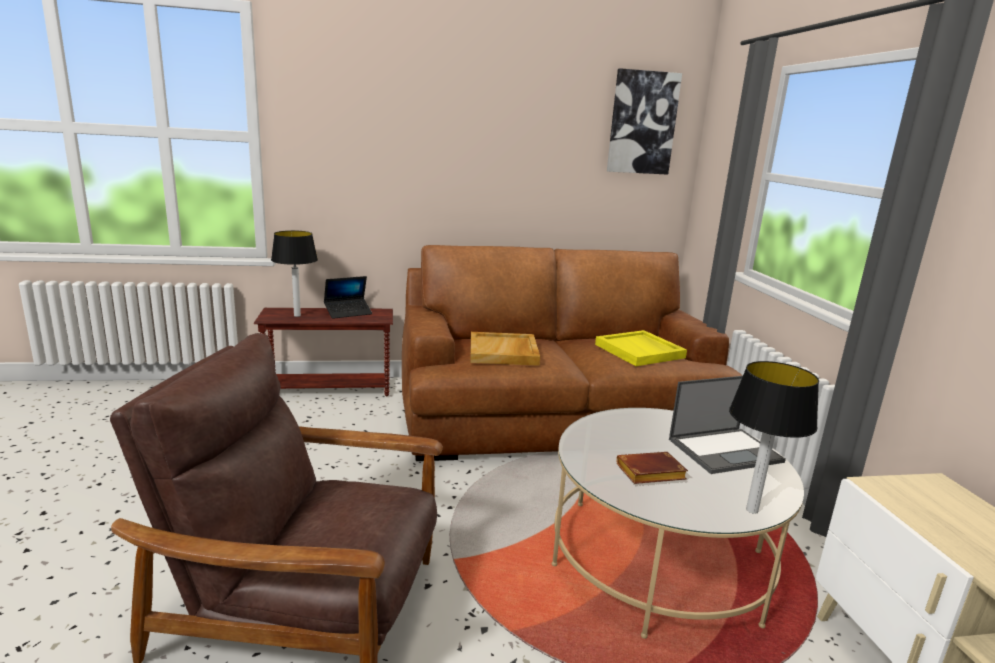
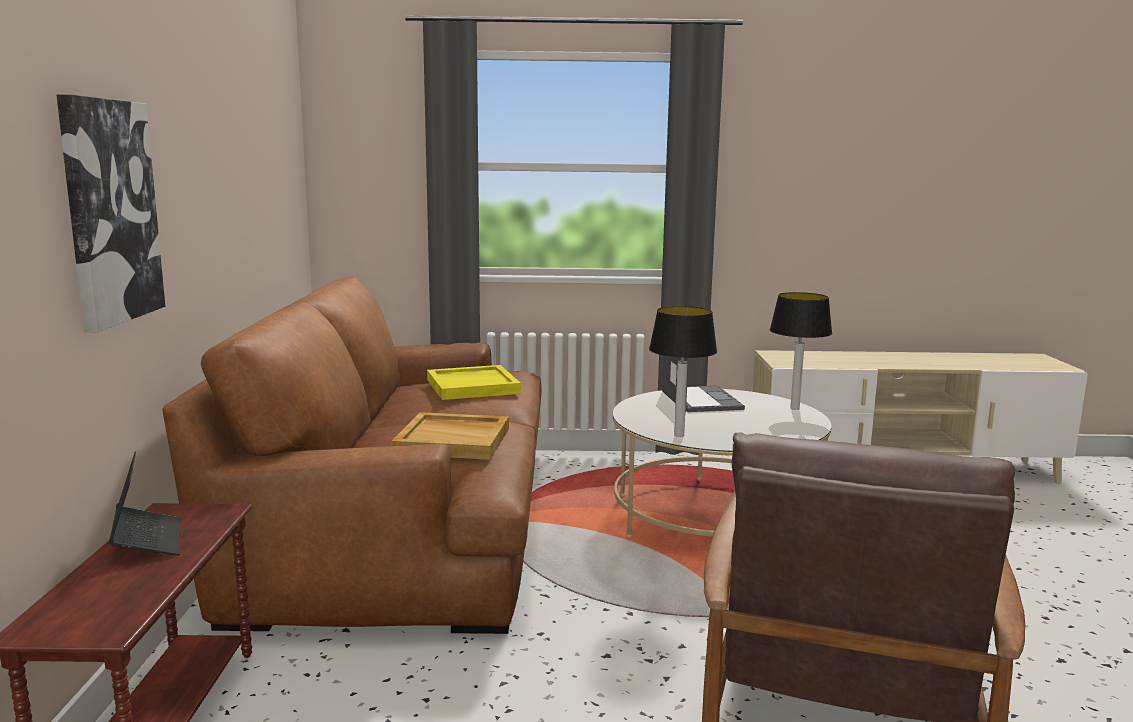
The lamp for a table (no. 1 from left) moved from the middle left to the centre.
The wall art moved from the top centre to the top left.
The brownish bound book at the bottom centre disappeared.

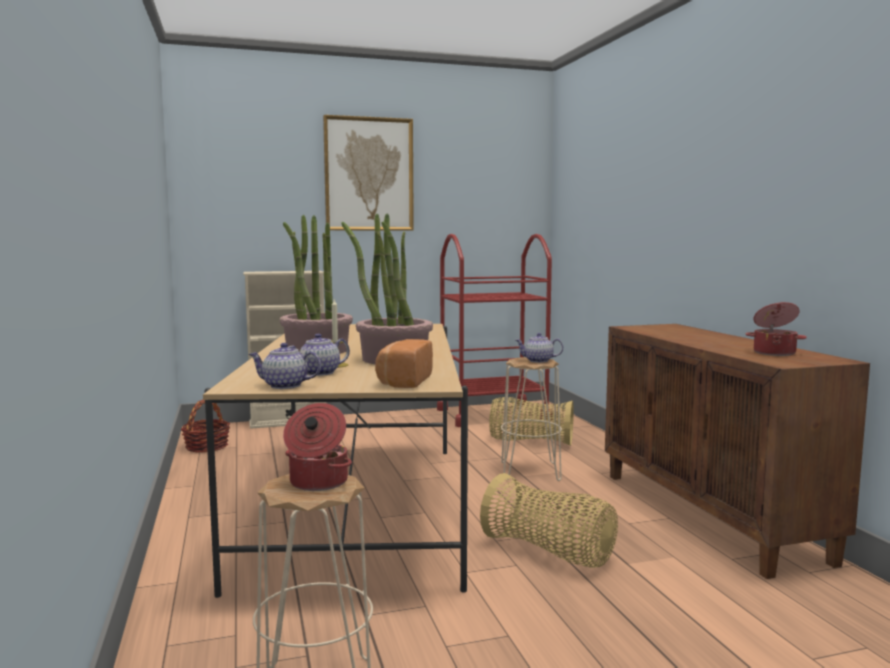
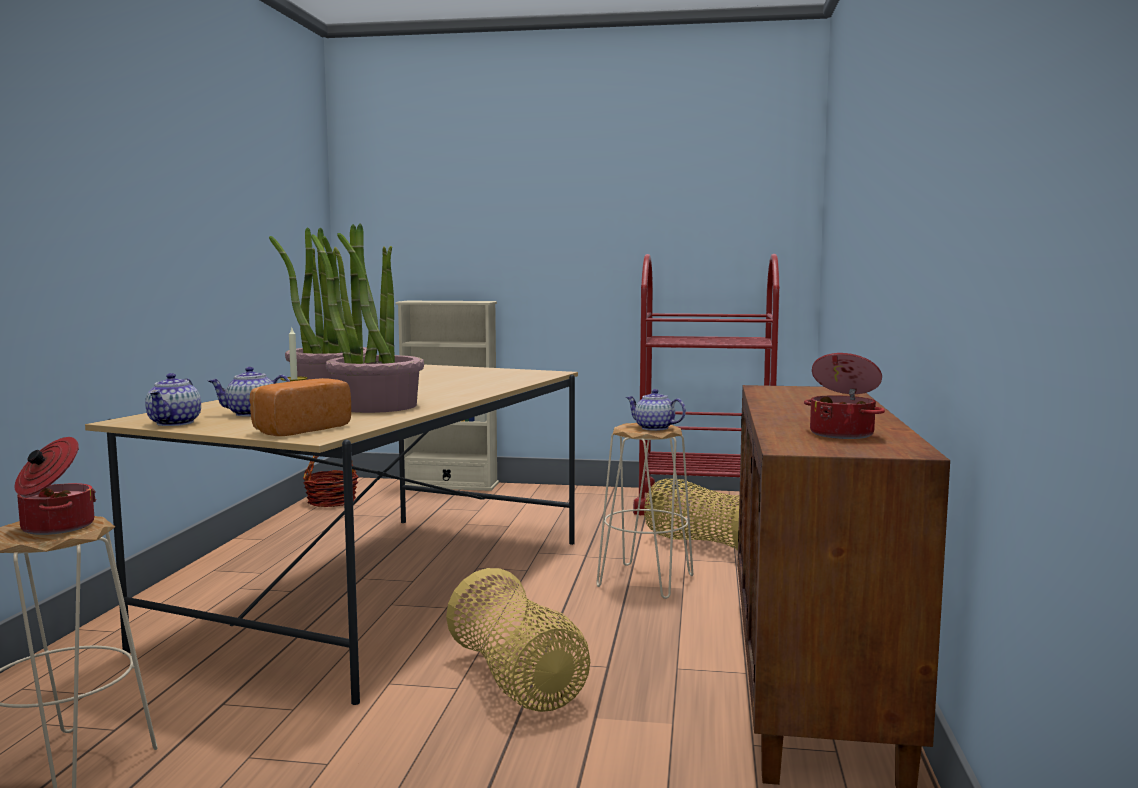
The tea pot (no. 1 from left) at the middle left turned 120 degrees counterclockwise.
The wall art at the top centre disappeared.

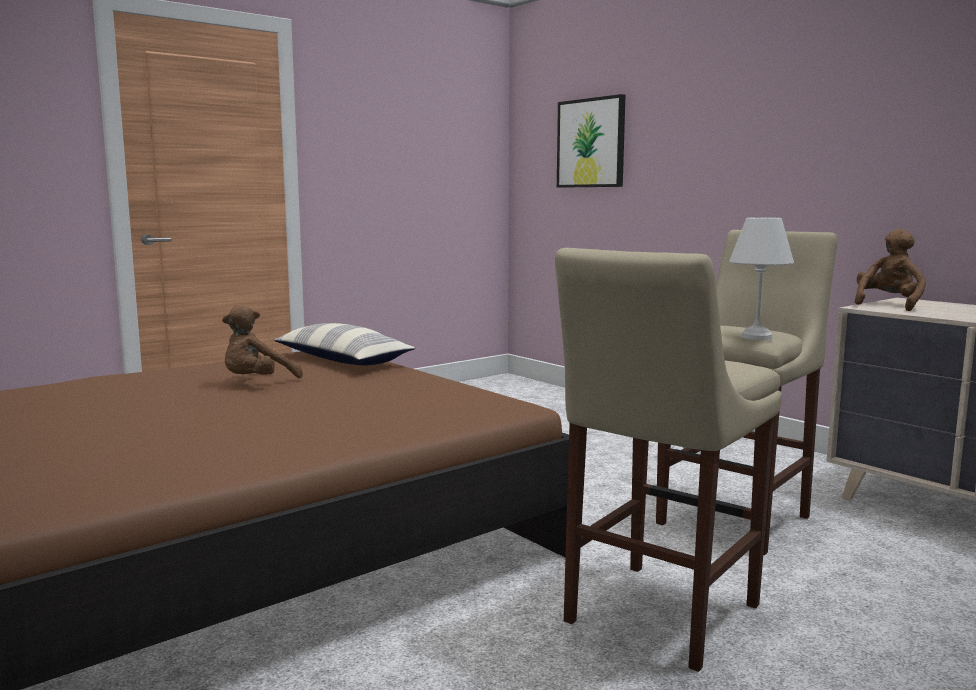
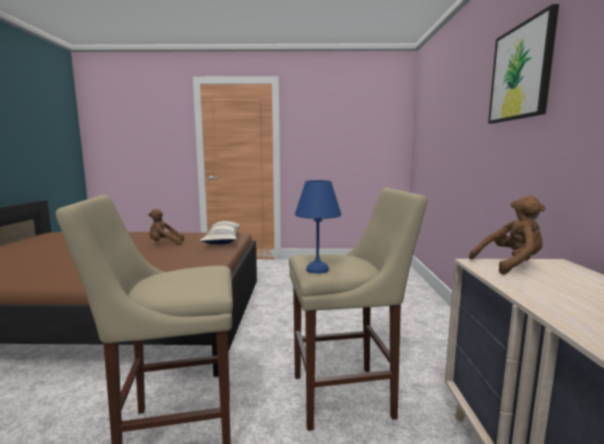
The wall art moved from the top centre to the top right.
The white-coloured lamp for a table at the middle right became the blue-coloured lamp for a table at the centre.

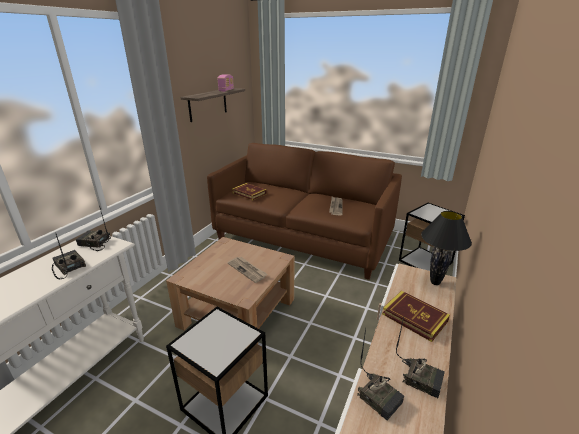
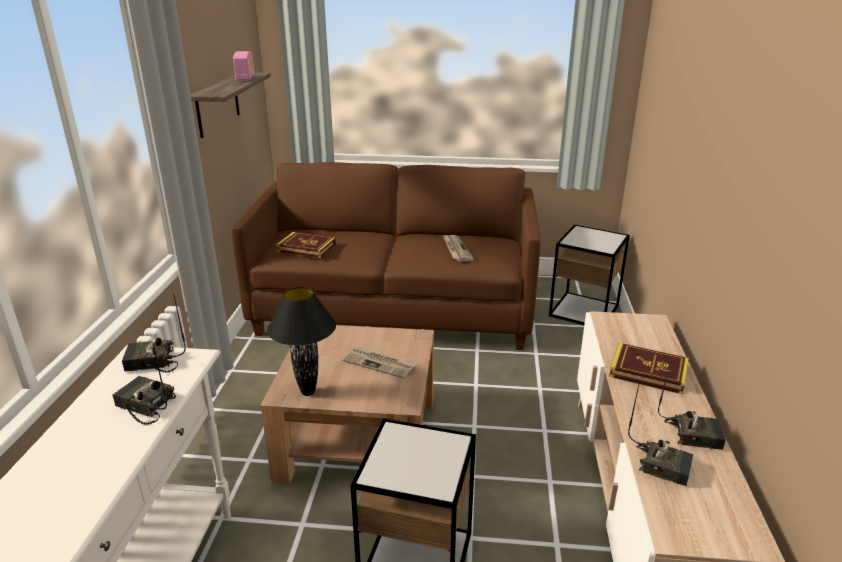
The blackish lamp for a table moved from the middle right to the centre.

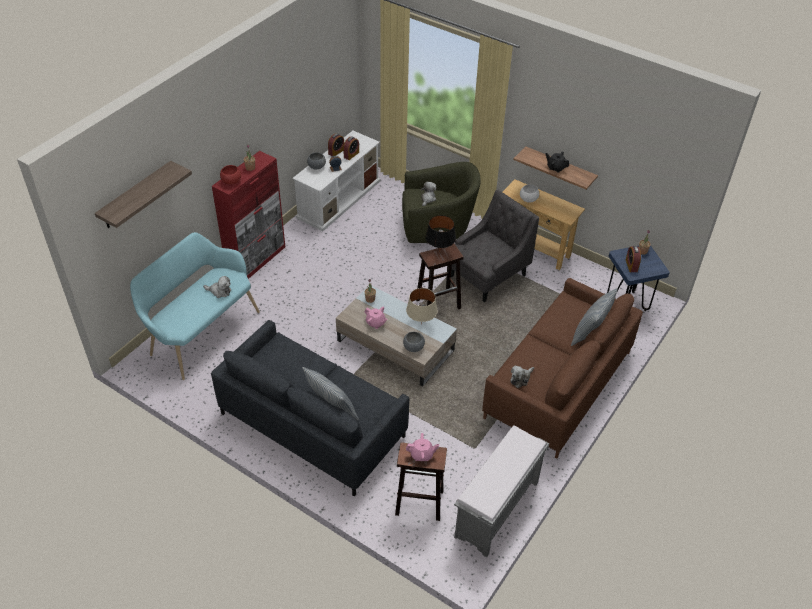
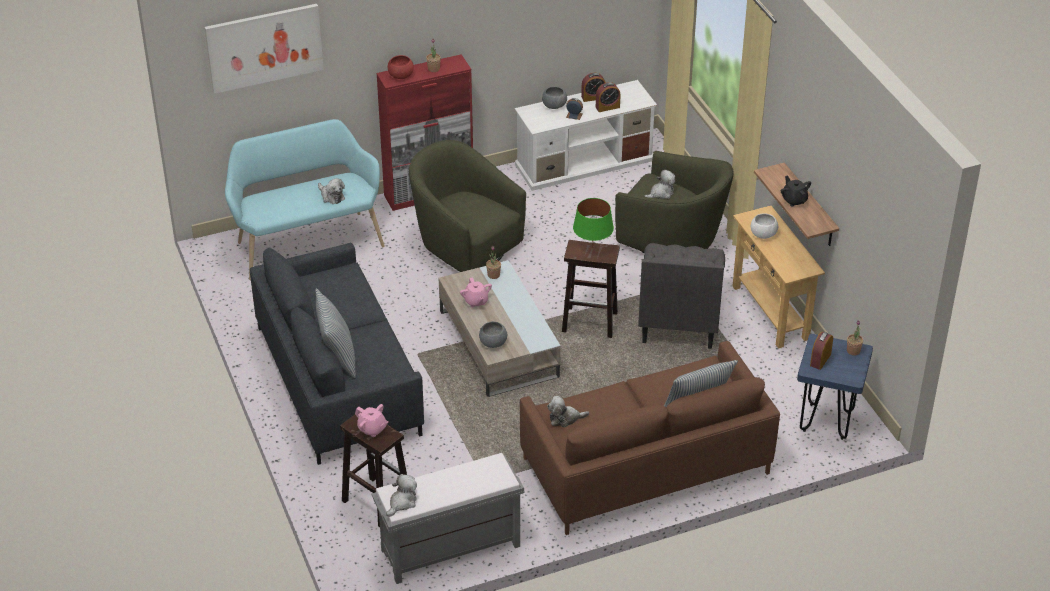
The bracket shelf (no. 1 from left) at the top left was replaced by the wall art at the top left.
The beige-coloured lamp for a table at the centre disappeared.
The blackish lamp for a table at the centre became the green lamp for a table at the centre.
The greyish armchair at the centre turned 105 degrees clockwise.
The plush toy (no. 2 from left) at the bottom centre appeared.
The green armchair (no. 1 from left) at the centre appeared.

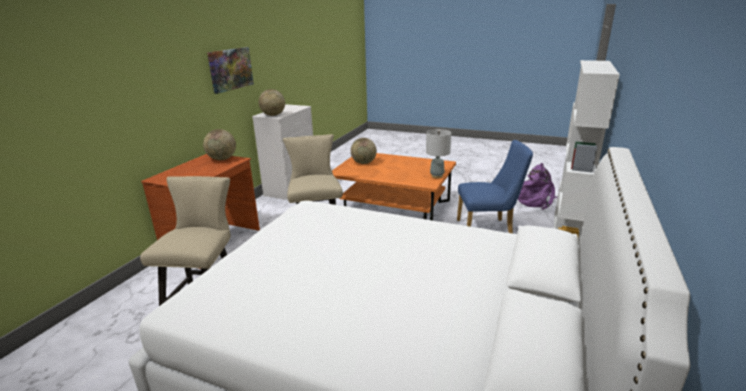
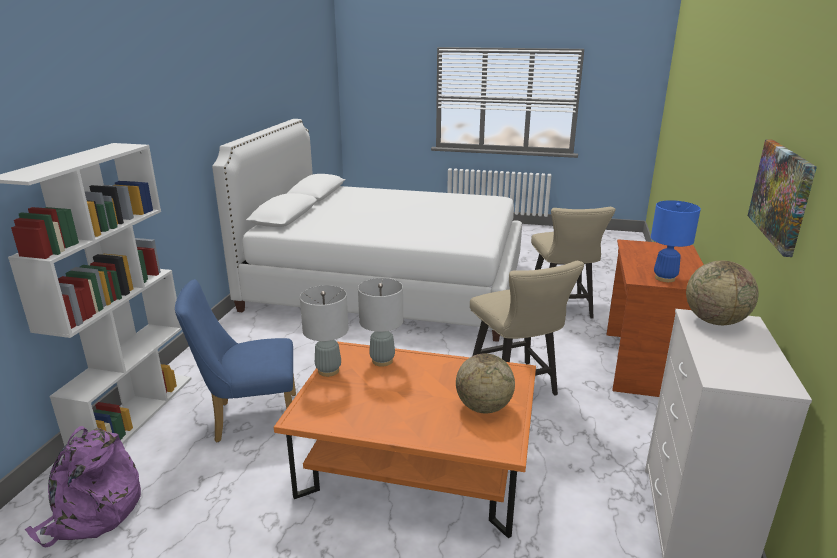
The desk globe (no. 1 from left) at the middle left was replaced by the blue-coloured lamp for a table at the middle right.
The greyish lamp for a table (no. 2 from left) at the centre appeared.

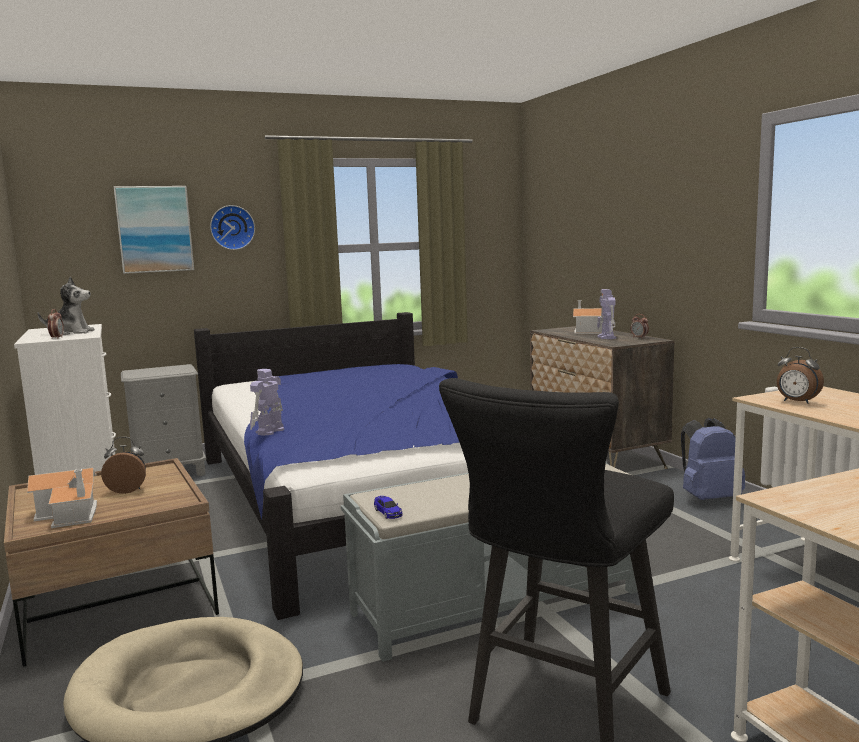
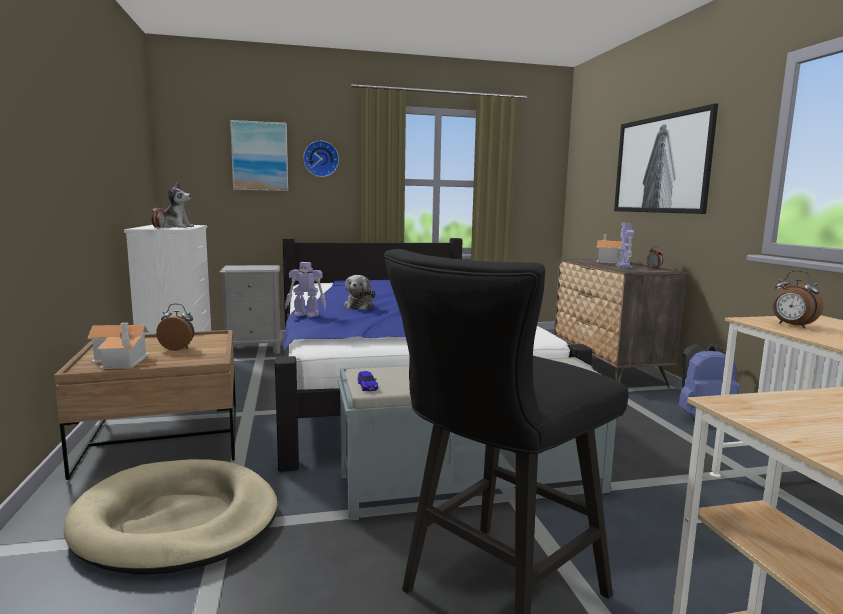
The model robot (no. 1 from left) at the middle left turned 120 degrees counterclockwise.
The plush toy (no. 2 from left) at the centre appeared.
The wall art (no. 2 from left) at the top right appeared.

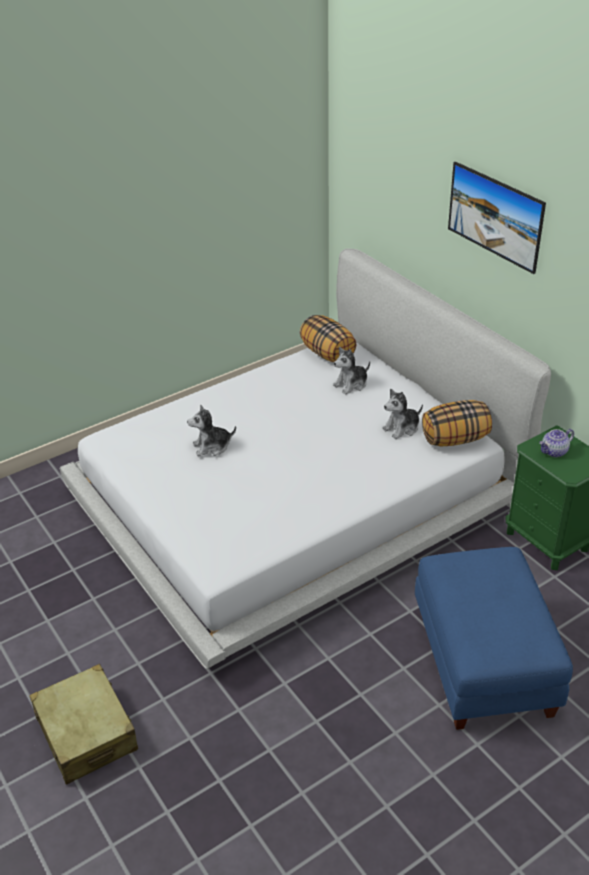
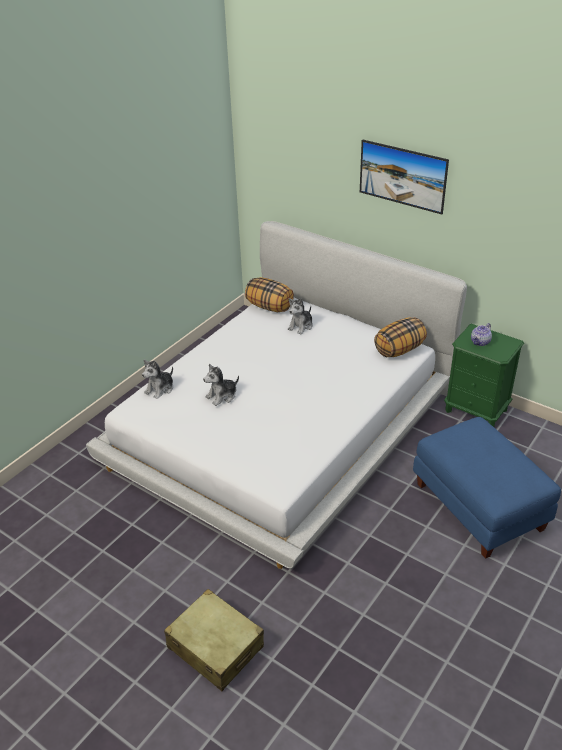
The plush toy (no. 3 from left in the first image) moved from the middle right to the middle left.

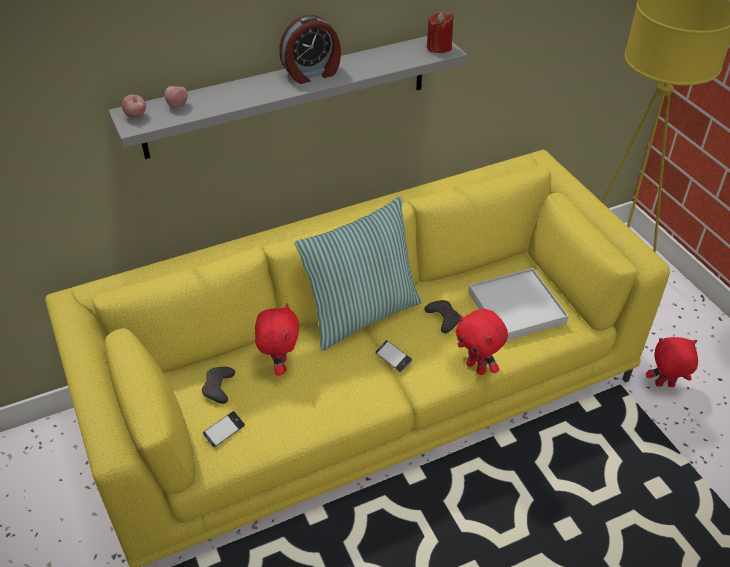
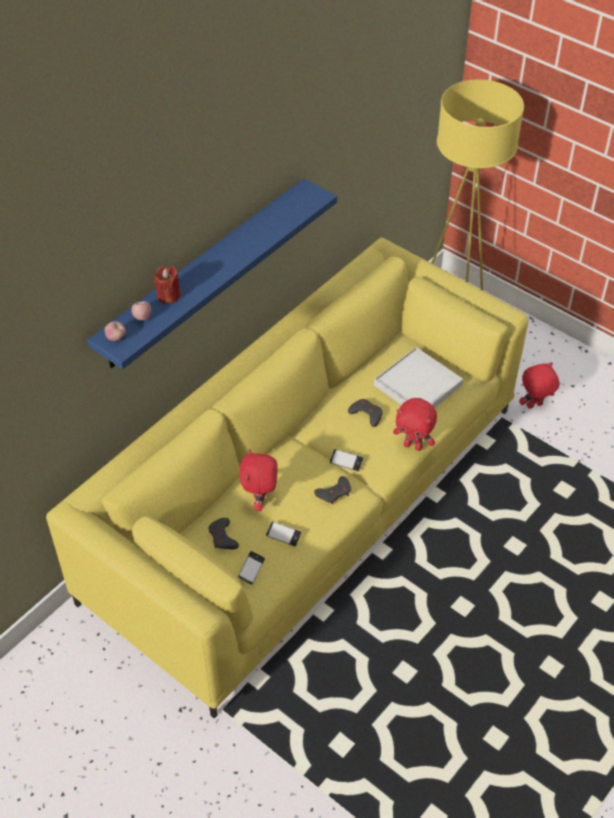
The greyish bracket shelf at the top centre became the blue-coloured bracket shelf at the centre.
The reddish plush toy (no. 1 from left) at the centre turned 150 degrees counterclockwise.
The bedside clock at the top centre disappeared.
The cushion at the centre disappeared.
The reddish wax candle moved from the top centre to the middle left.
The telephone (no. 2 from left) at the centre appeared.
The greyish gamepad (no. 2 from left) at the centre appeared.

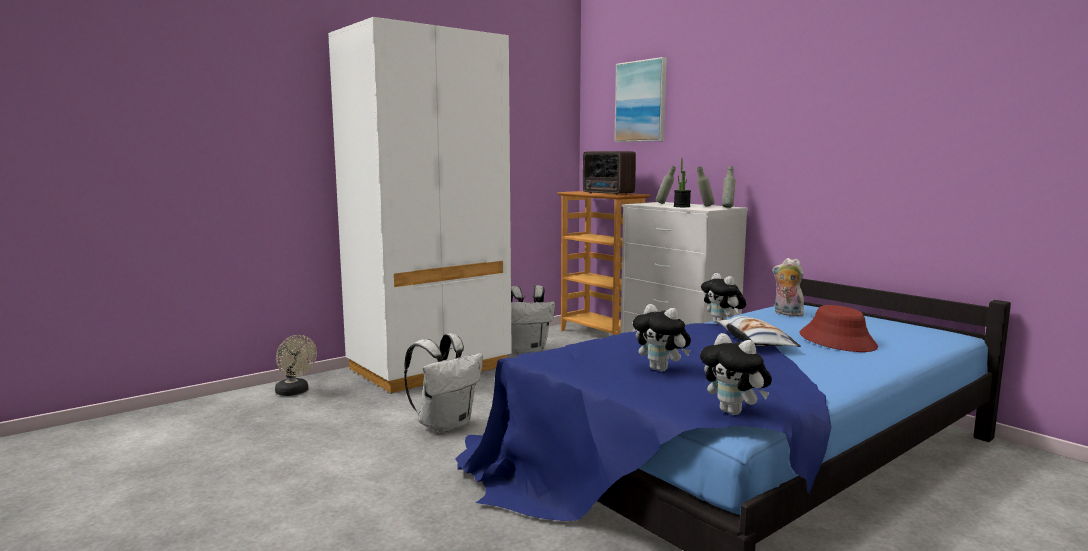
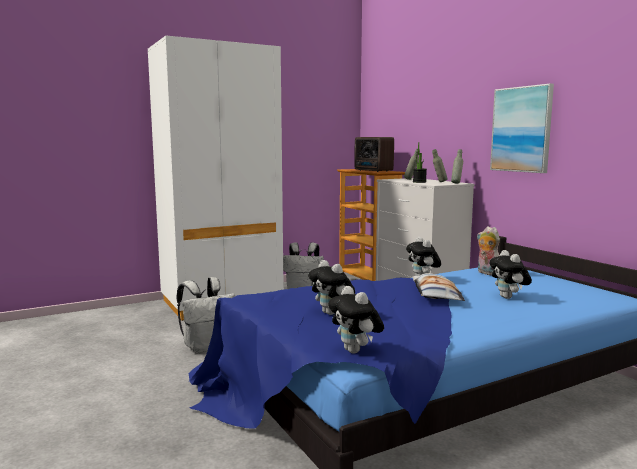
The beige-coloured fan at the middle left disappeared.
The wall art moved from the top centre to the top right.
The reddish wearable hat at the middle right was replaced by the plush toy (no. 5 from left) at the middle right.

